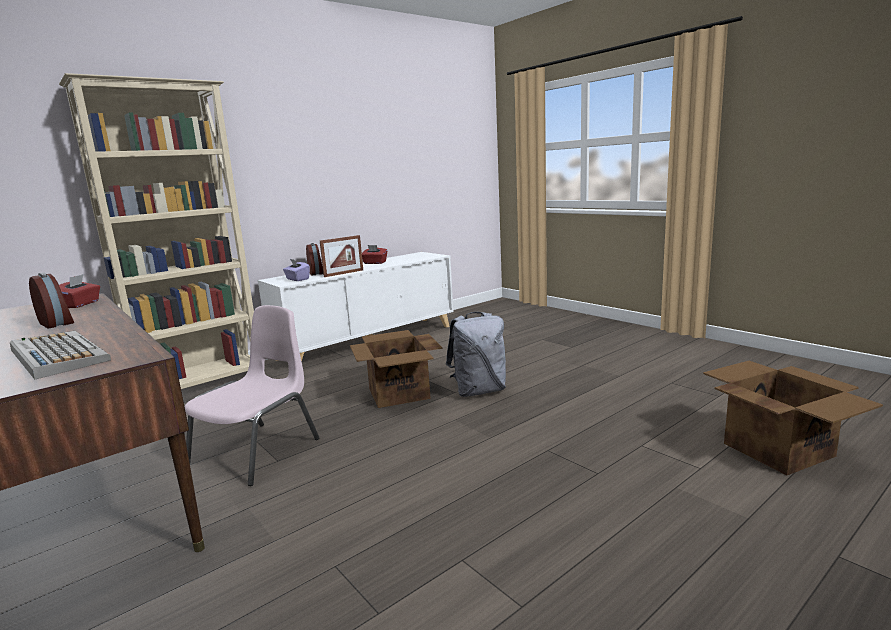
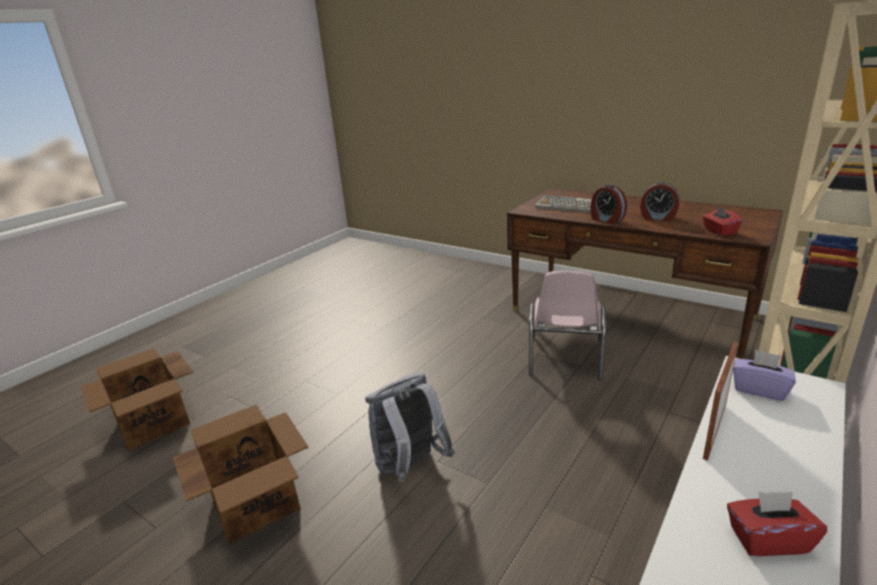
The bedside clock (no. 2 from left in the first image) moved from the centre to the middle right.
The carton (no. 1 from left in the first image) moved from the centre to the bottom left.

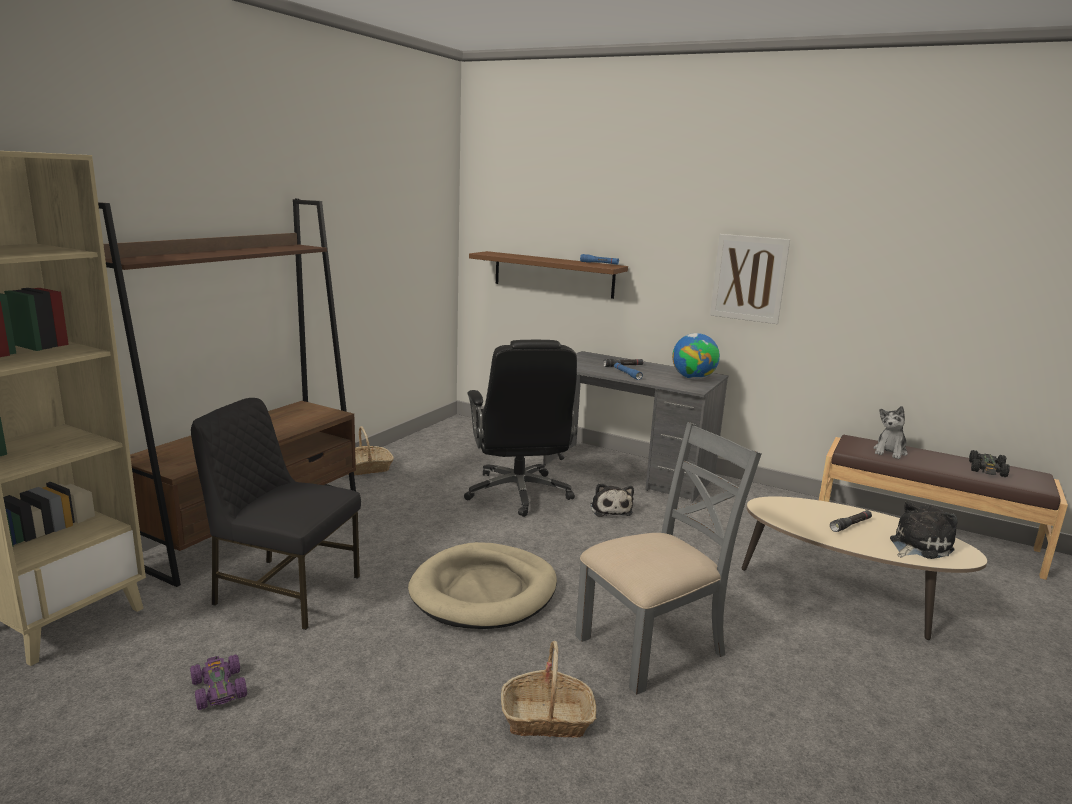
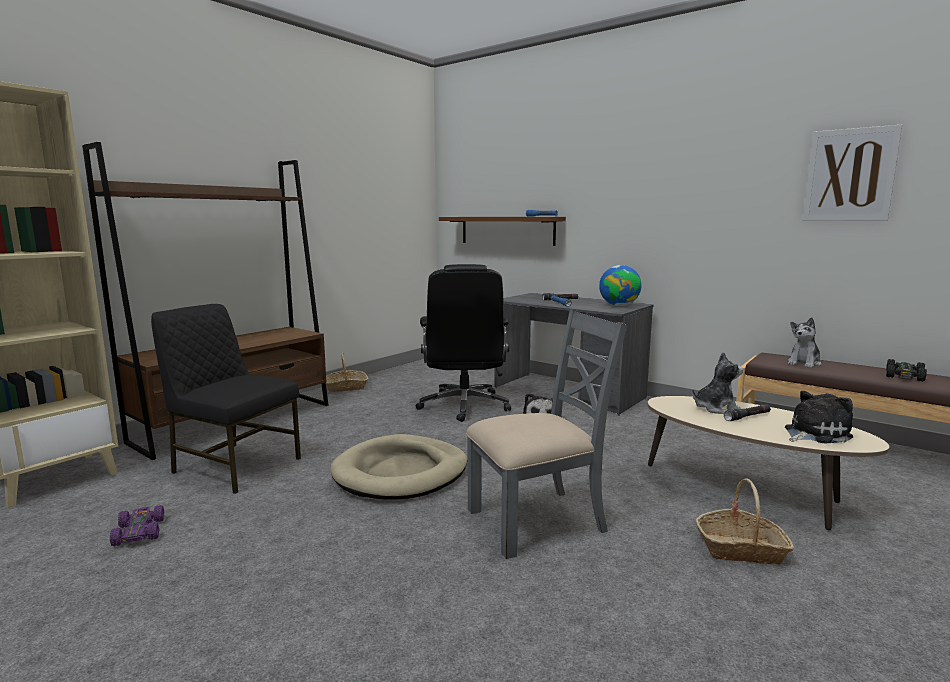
The basket (no. 2 from left) moved from the bottom centre to the bottom right.
The wall art moved from the middle right to the top right.
The plush toy (no. 2 from left) at the middle right appeared.

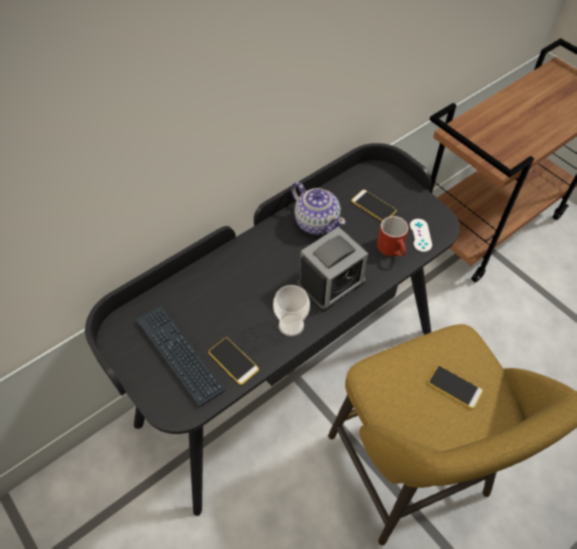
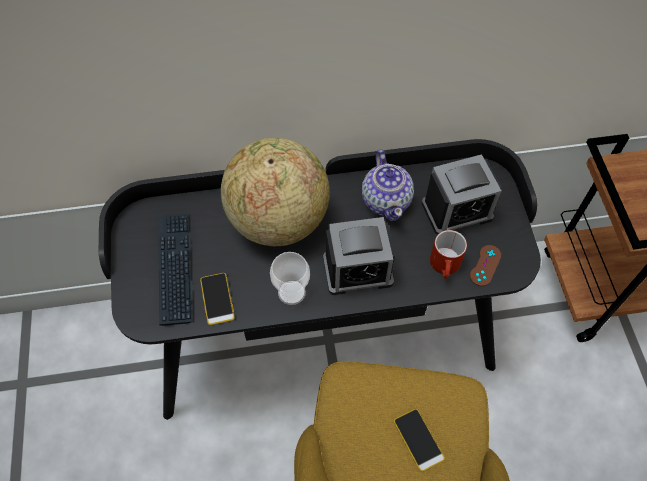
The telephone (no. 2 from left) at the centre was replaced by the bedside clock (no. 2 from left) at the middle right.
The white-coloured gamepad at the middle right became the brownish gamepad at the middle right.
The desk globe at the centre appeared.

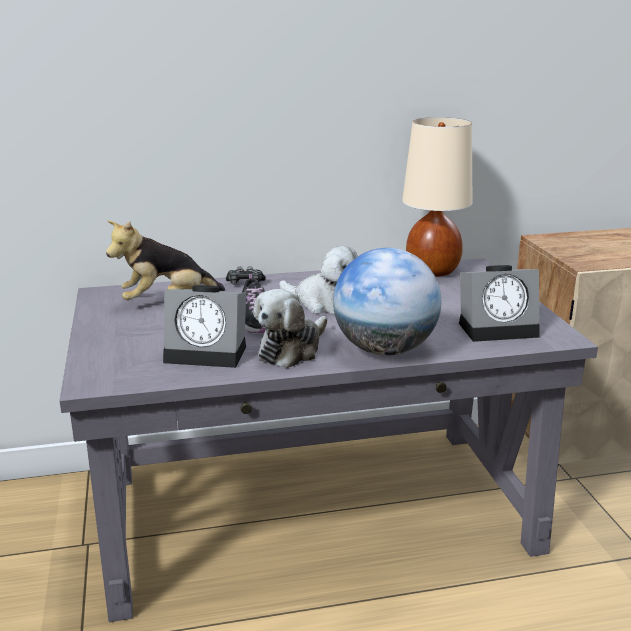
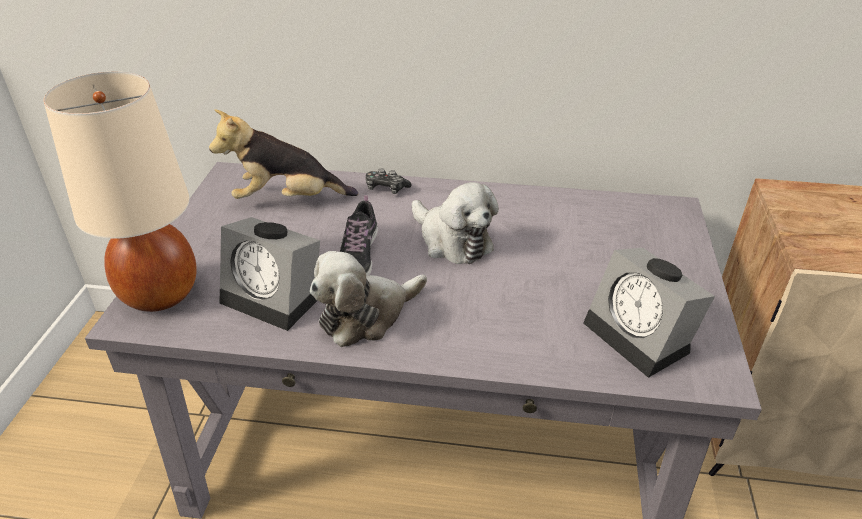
The desk globe at the centre disappeared.
The beige-coloured lamp for a table moved from the top right to the middle left.
The bedside clock (no. 2 from left) at the middle right turned 45 degrees clockwise.

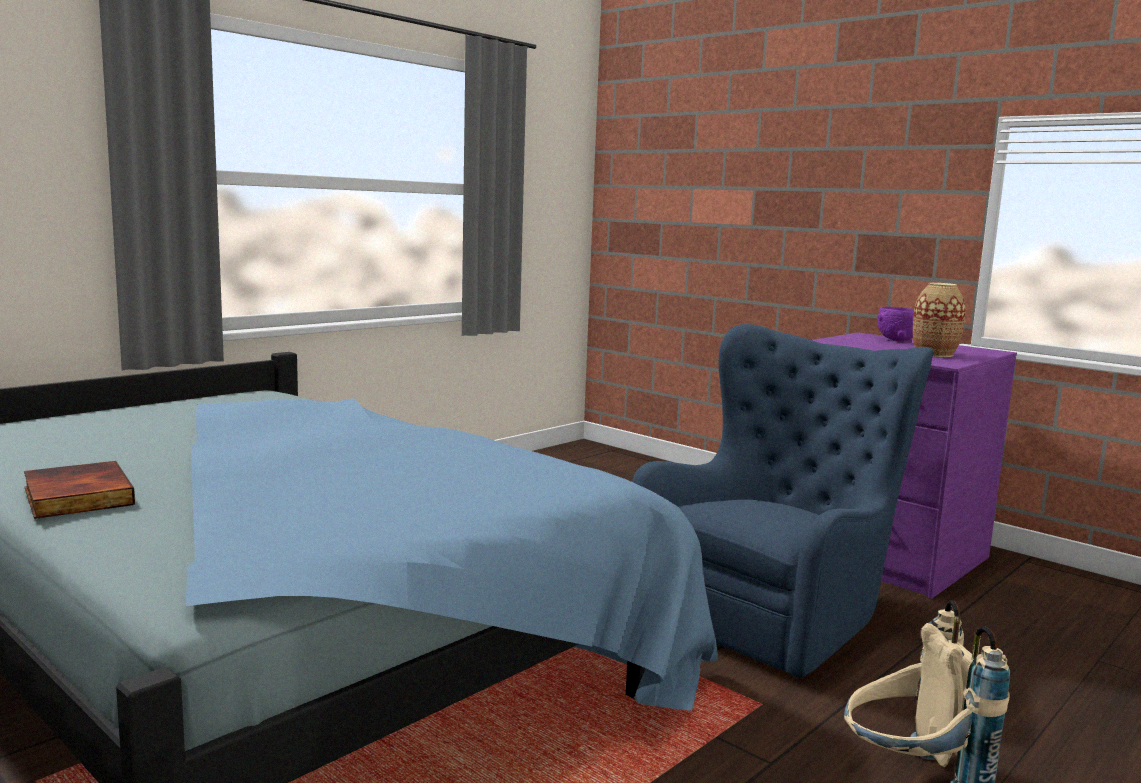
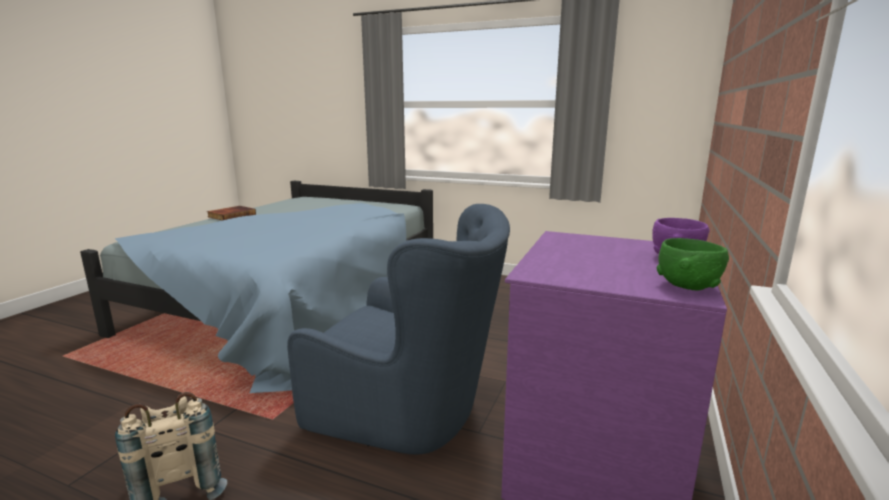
The decorative vase at the middle right disappeared.
The green serving bowl at the middle right appeared.

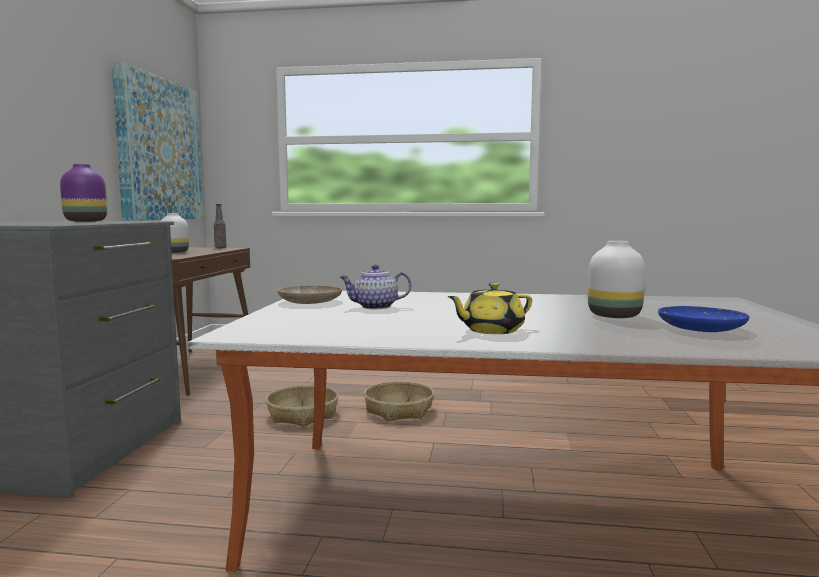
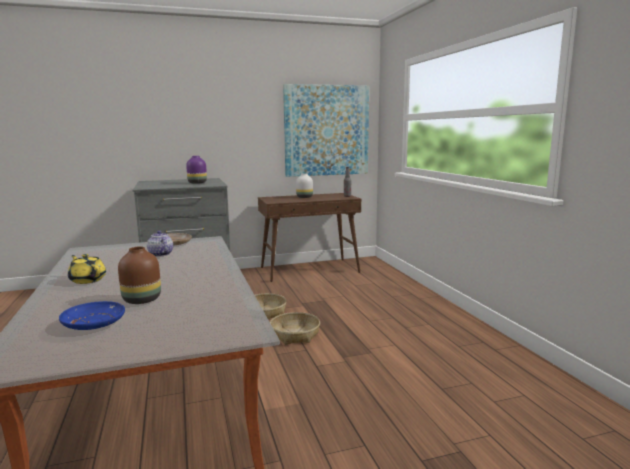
The white-coloured decorative vase (no. 2 from left) at the middle right became the brownish decorative vase at the middle left.

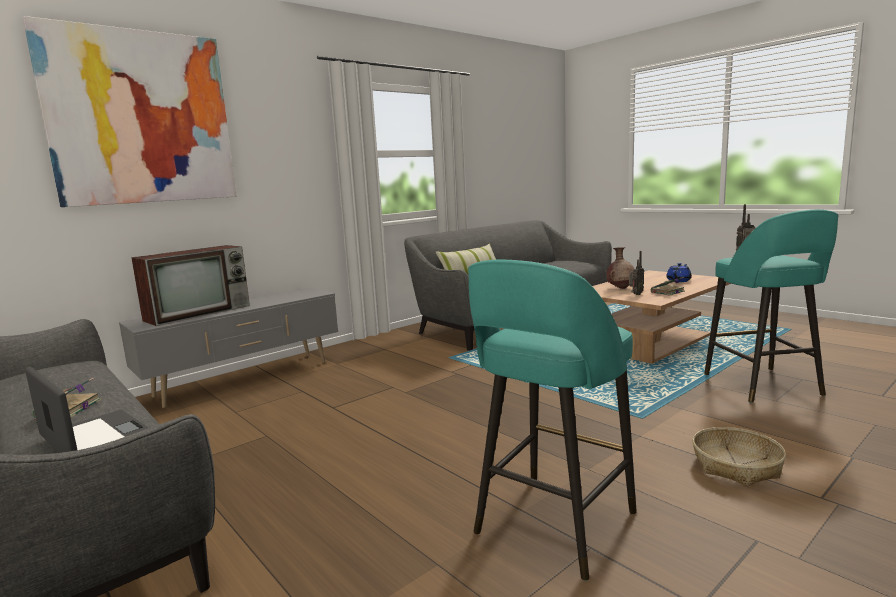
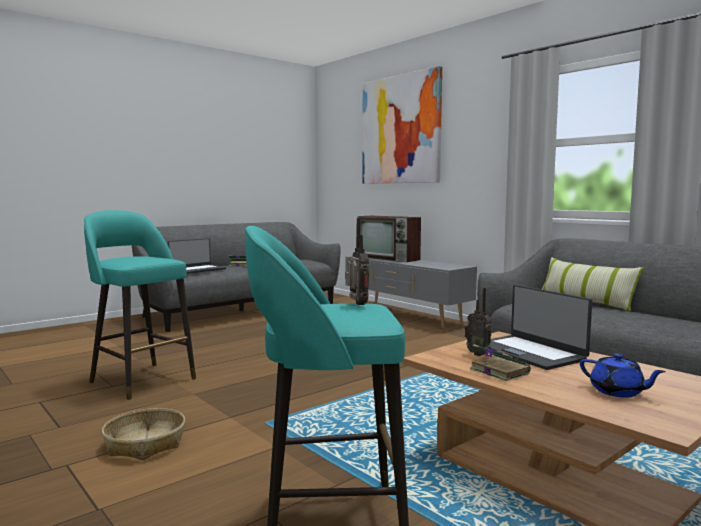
The brownish decorative vase at the middle right was replaced by the portable computer (no. 2 from left) at the middle right.

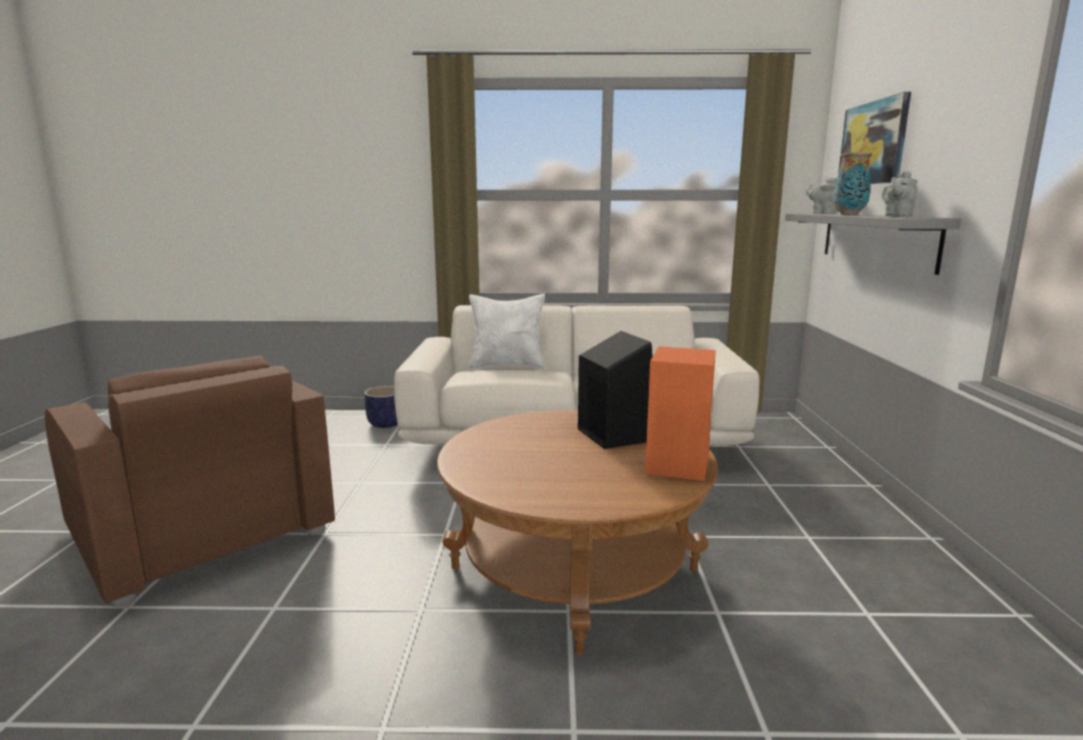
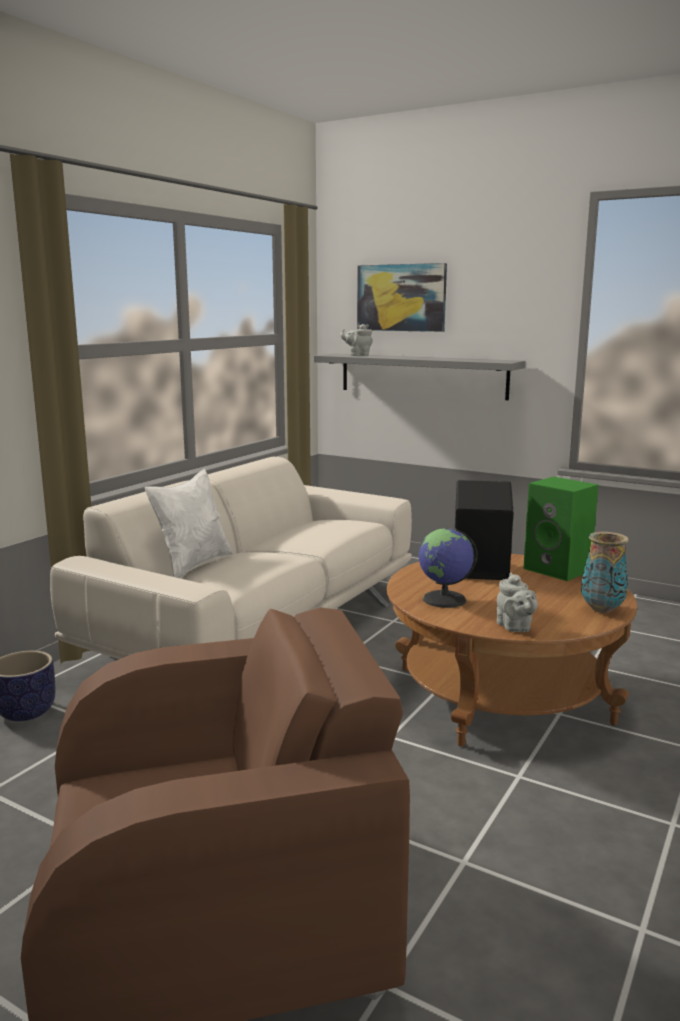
The orange speaker at the centre became the green speaker at the middle right.
The decorative vase moved from the top right to the middle right.
The greyish tea pot (no. 2 from left) moved from the top right to the middle right.
The desk globe at the centre appeared.

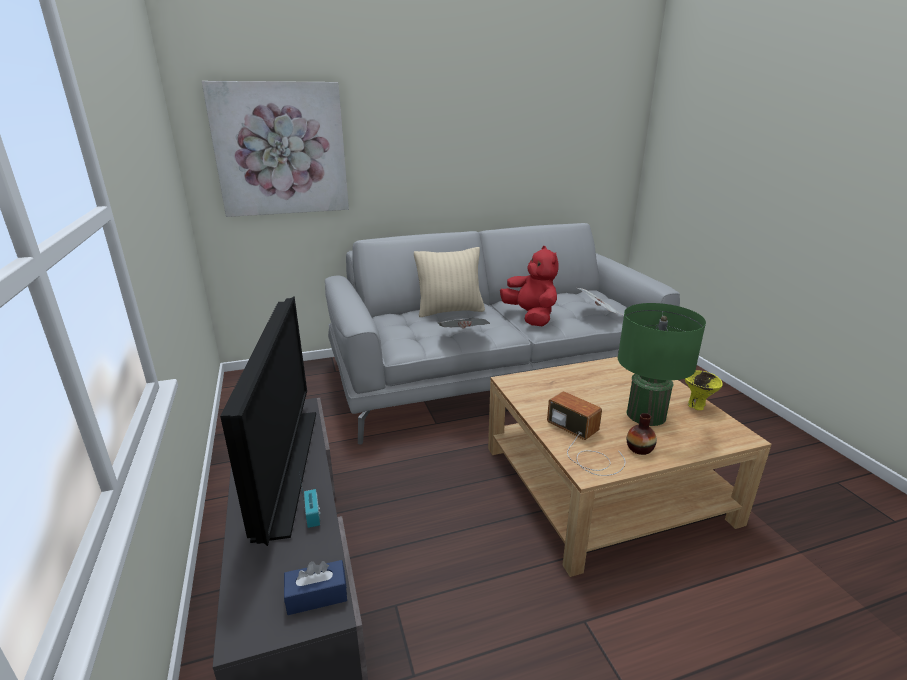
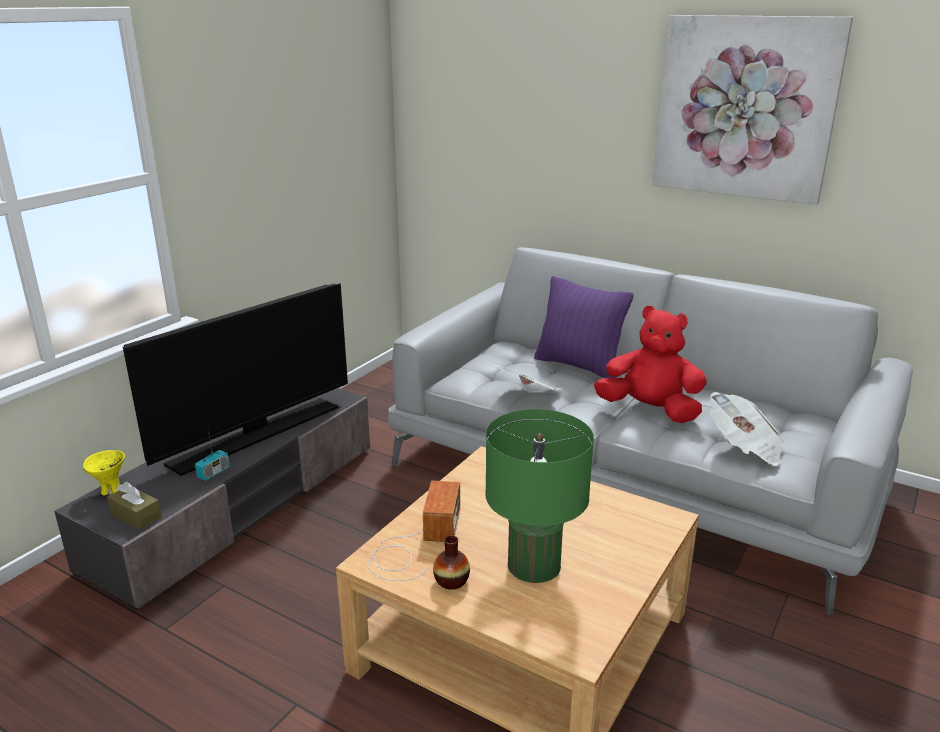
The wall art moved from the top left to the top right.
The blue-coloured tissue holder at the bottom centre became the brownish tissue holder at the bottom left.
The beige-coloured cushion at the centre became the purplish cushion at the centre.
The reddish plush toy at the centre turned 90 degrees counterclockwise.
The yellow-coloured serving bowl moved from the middle right to the middle left.

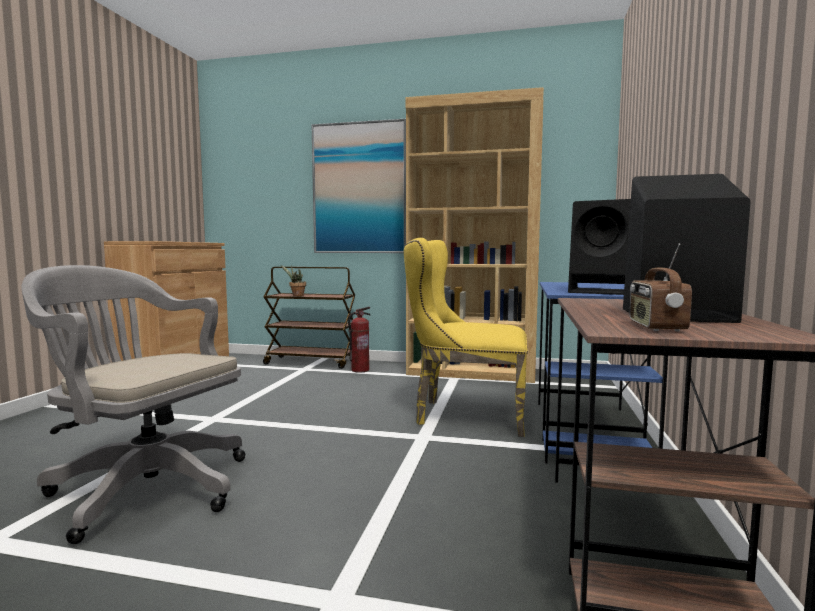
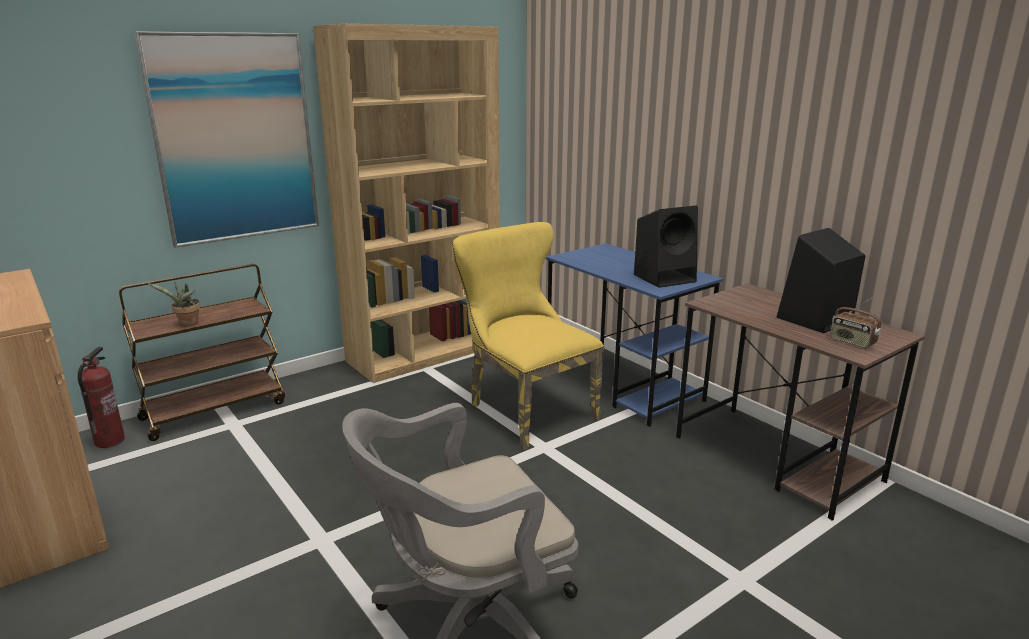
The fire extinguisher moved from the centre to the middle left.
The yellow-coloured upright chair at the centre turned 90 degrees clockwise.

